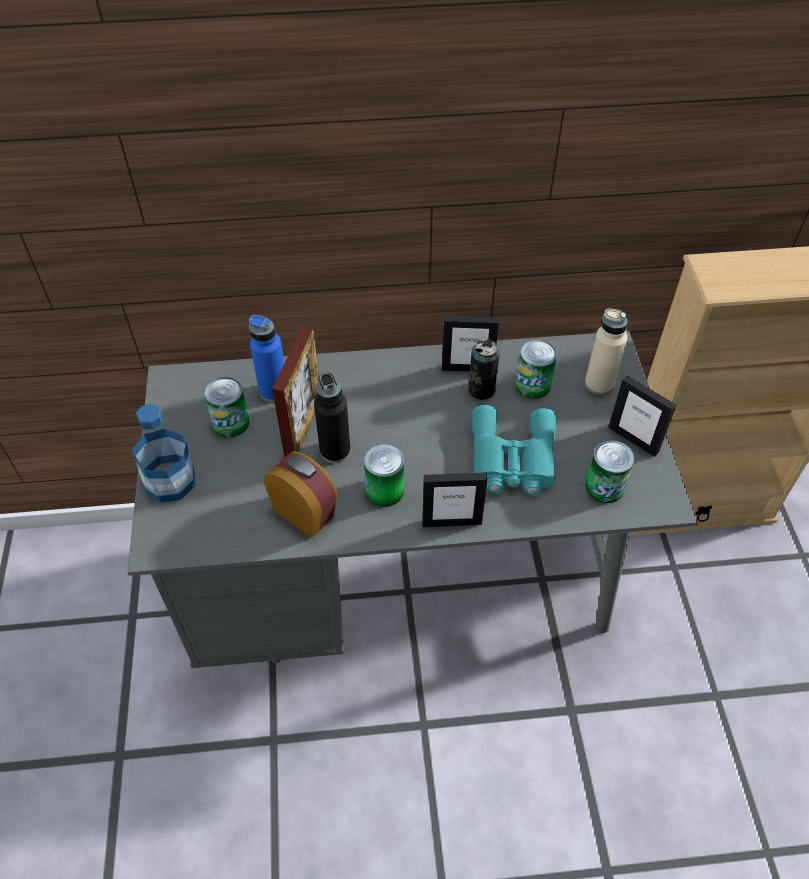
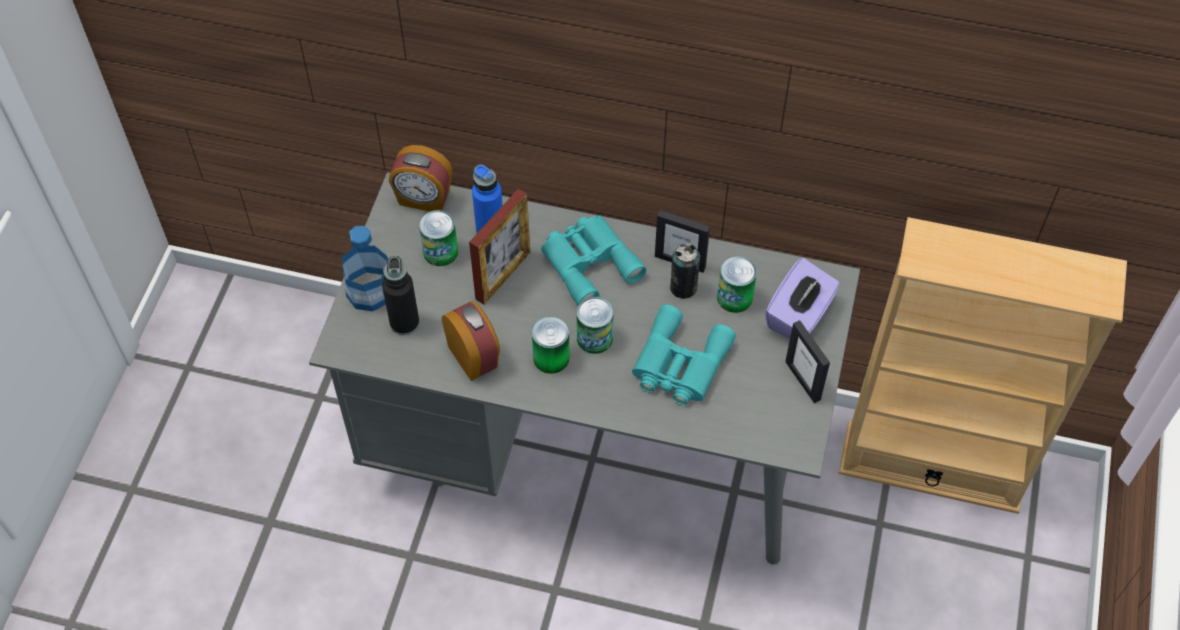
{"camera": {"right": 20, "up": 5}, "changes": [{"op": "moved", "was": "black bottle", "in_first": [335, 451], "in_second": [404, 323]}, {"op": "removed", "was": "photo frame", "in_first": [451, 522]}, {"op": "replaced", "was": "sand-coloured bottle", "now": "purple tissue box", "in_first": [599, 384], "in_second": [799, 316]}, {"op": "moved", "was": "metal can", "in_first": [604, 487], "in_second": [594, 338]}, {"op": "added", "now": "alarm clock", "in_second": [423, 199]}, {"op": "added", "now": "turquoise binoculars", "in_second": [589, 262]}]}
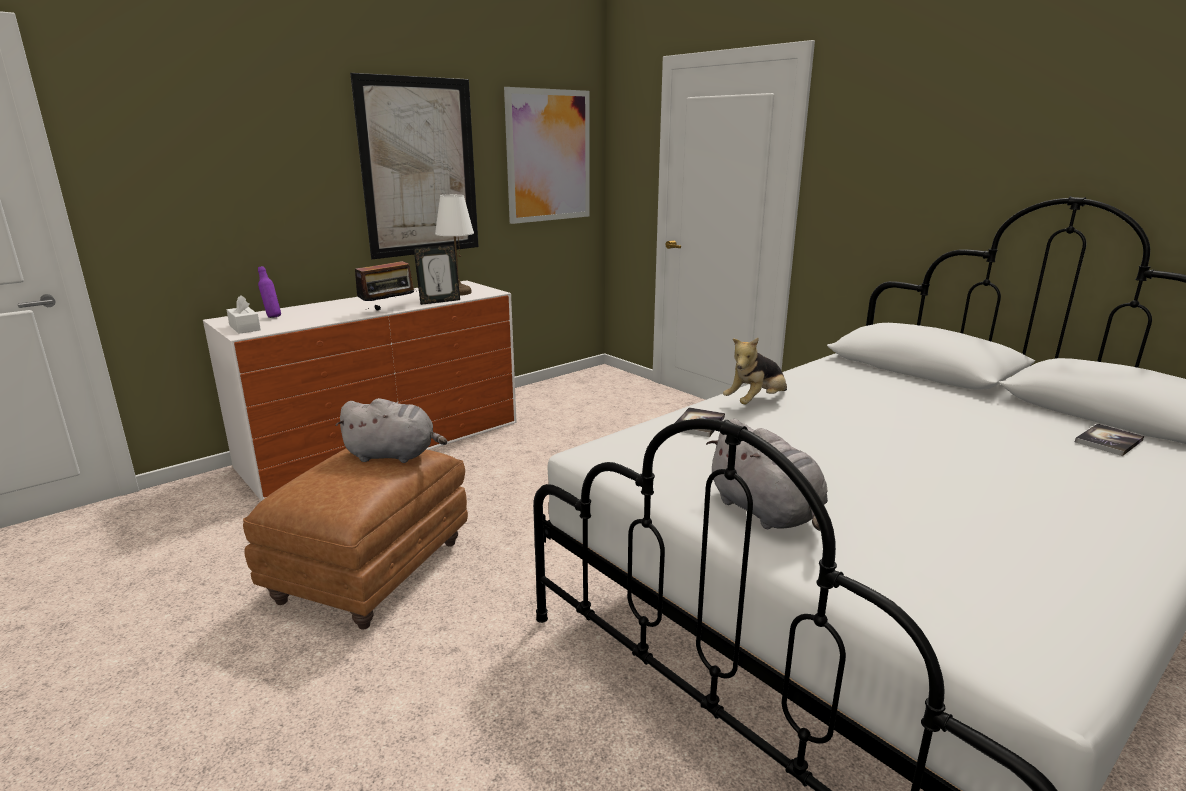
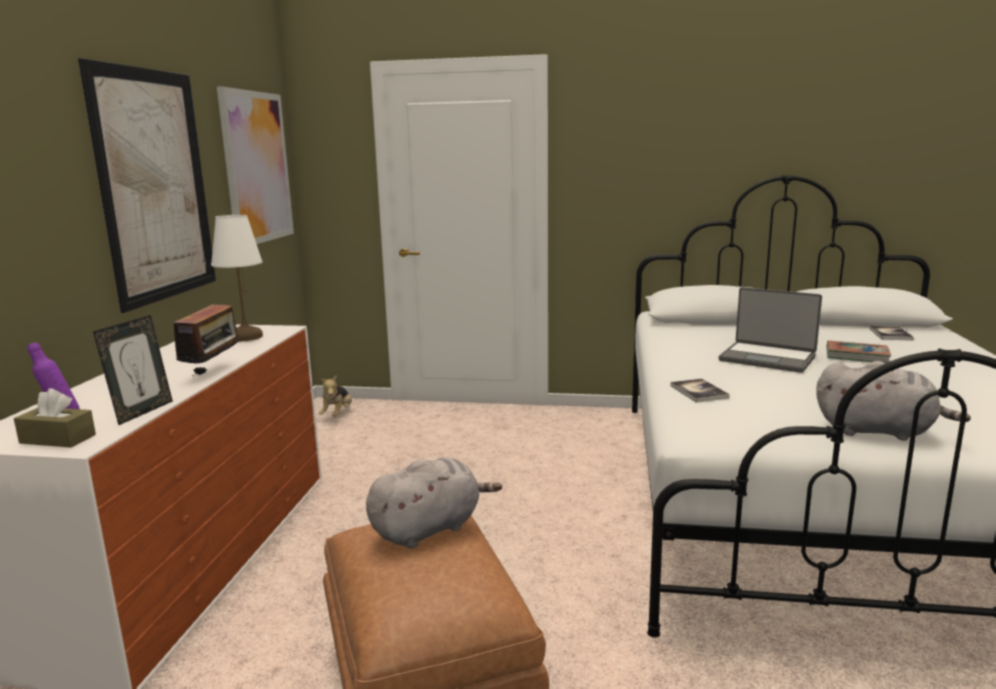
{"camera": {"right": -40, "up": -5}, "changes": [{"op": "recoloured", "was": "whitish tissue box", "now": "brownish tissue box", "in_first": [244, 328], "in_second": [58, 439]}, {"op": "moved", "was": "photo frame", "in_first": [439, 301], "in_second": [142, 412]}, {"op": "moved", "was": "cuddly toy", "in_first": [756, 402], "in_second": [337, 414]}, {"op": "added", "now": "laptop", "in_second": [767, 358]}, {"op": "added", "now": "volume", "in_second": [856, 356]}]}
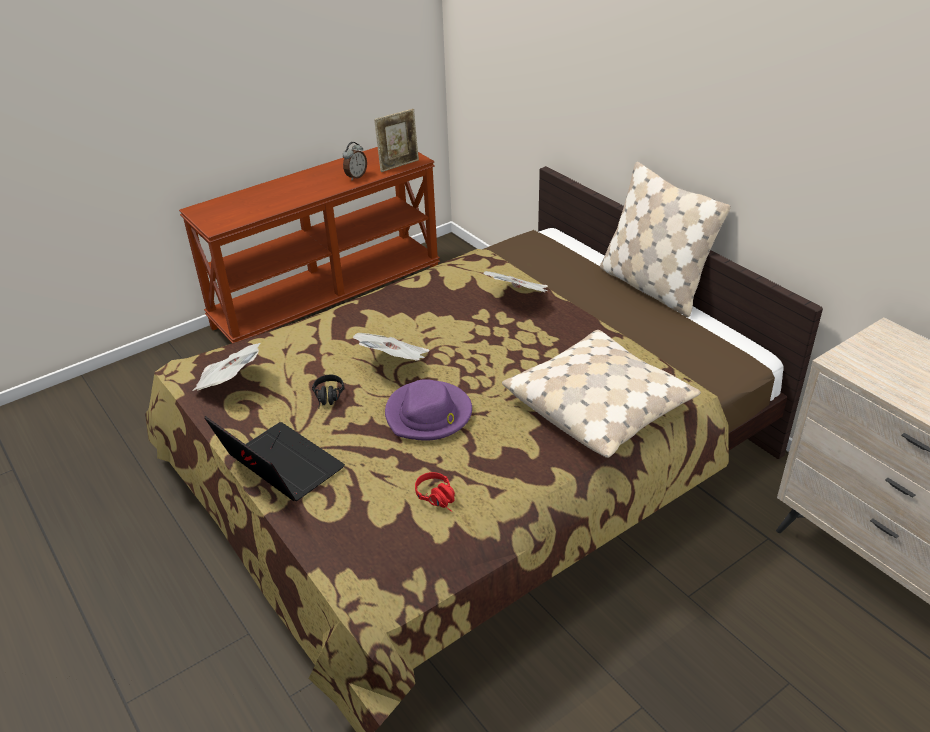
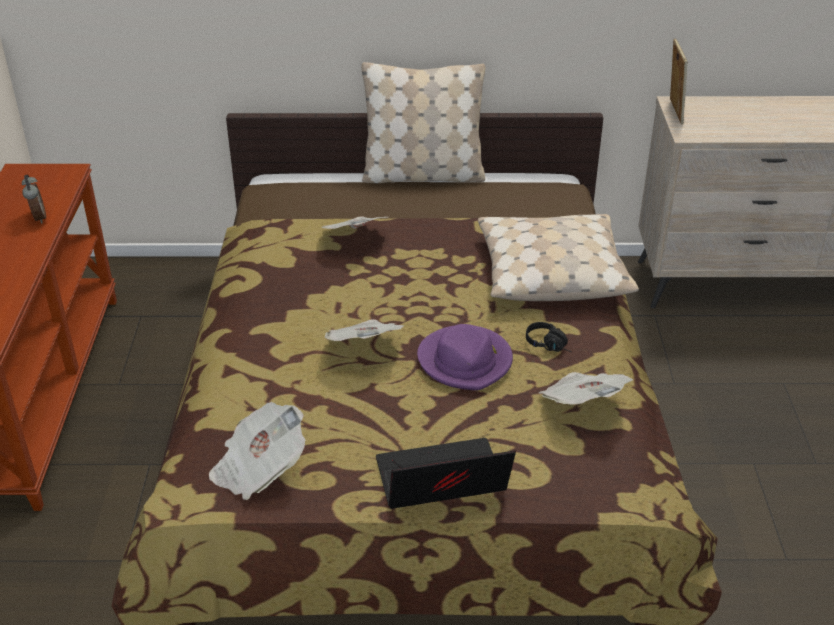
{"camera": {"right": -55, "up": 0}, "changes": [{"op": "moved", "was": "black headset", "in_first": [328, 399], "in_second": [550, 345]}, {"op": "moved", "was": "photo frame", "in_first": [399, 165], "in_second": [673, 111]}, {"op": "replaced", "was": "reddish headset", "now": "printed paper", "in_first": [439, 499], "in_second": [582, 404]}]}
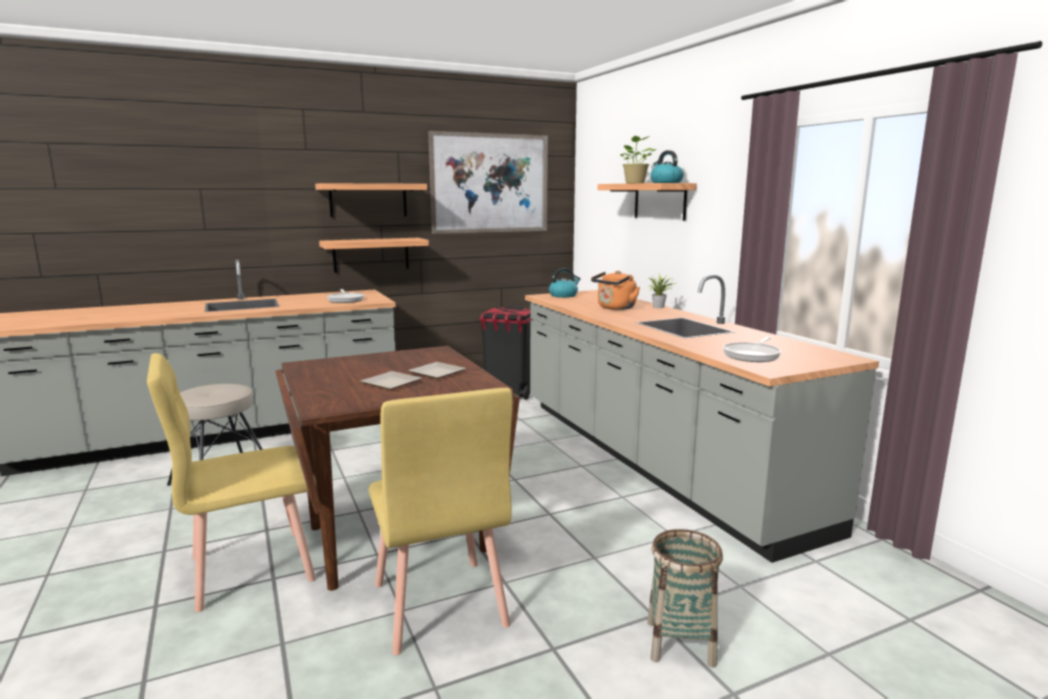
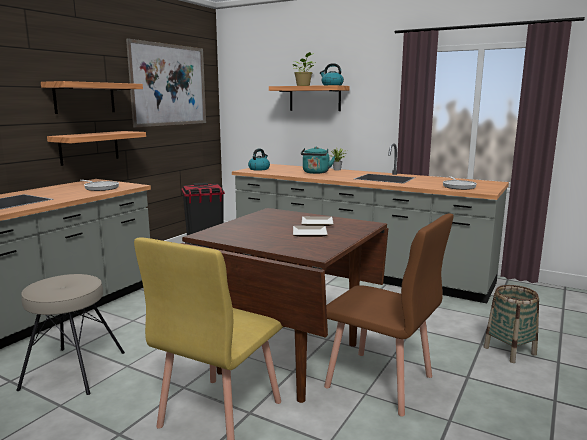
{"camera": {"right": -35, "up": 0}, "changes": [{"op": "recoloured", "was": "yellowish chair", "now": "brownish chair", "in_first": [438, 605], "in_second": [380, 382]}, {"op": "recoloured", "was": "orange water kettle", "now": "turquoise water kettle", "in_first": [615, 308], "in_second": [316, 173]}]}
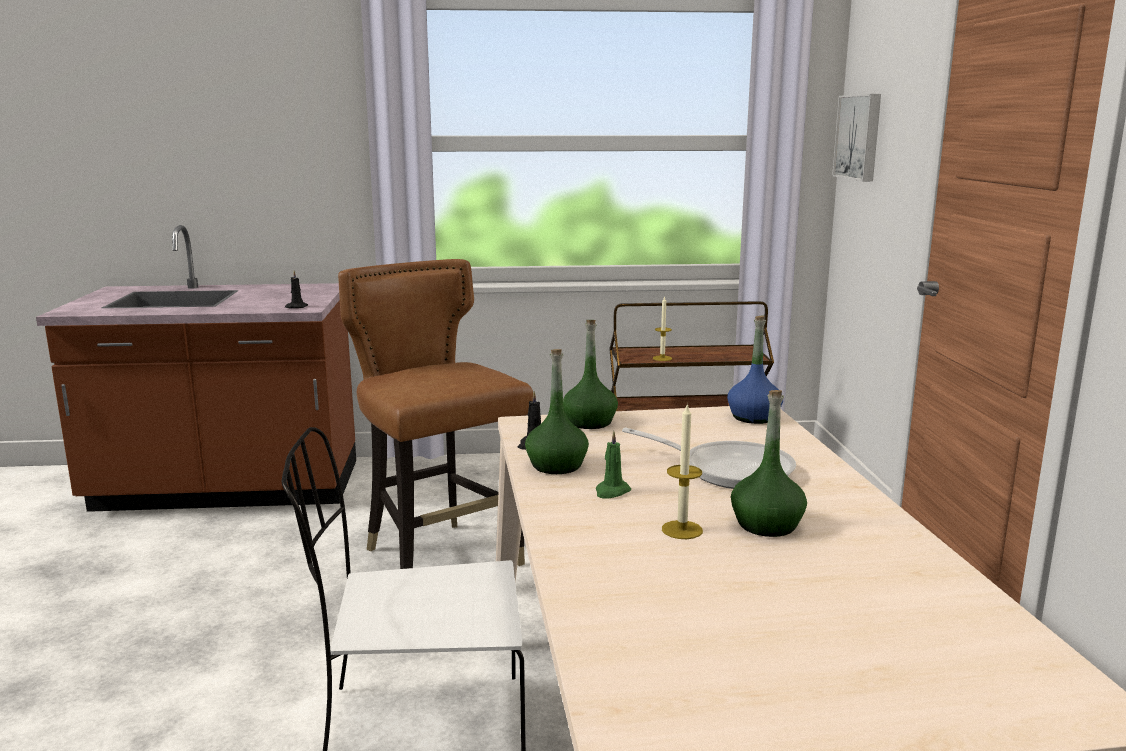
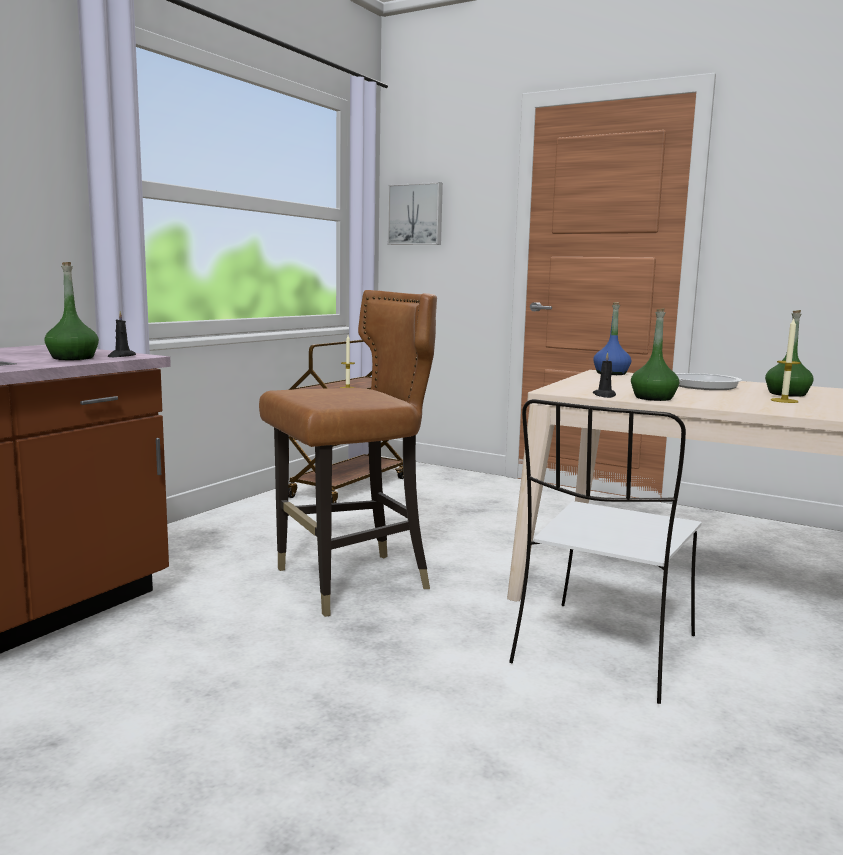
{"camera": {"right": -55, "up": -5}, "changes": [{"op": "turned", "was": "brownish chair", "in_first": [441, 560], "in_second": [350, 582], "clockwise": 150}, {"op": "moved", "was": "green bottle", "in_first": [589, 422], "in_second": [72, 358]}, {"op": "removed", "was": "green candle", "in_first": [611, 492]}]}
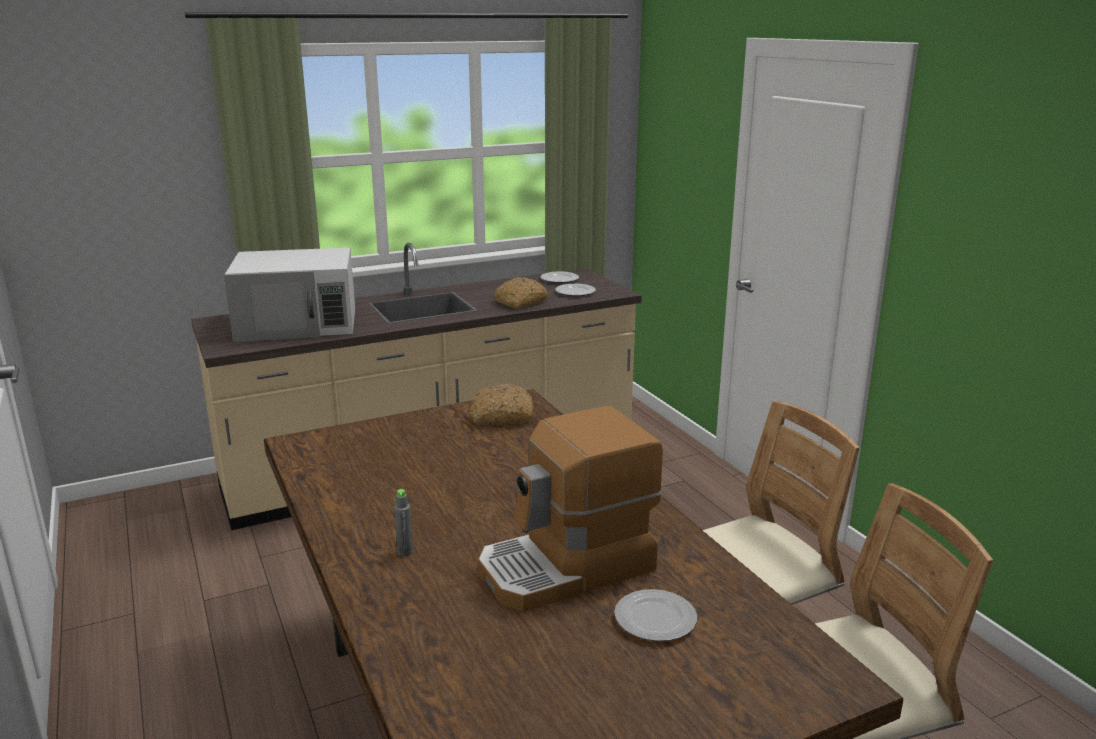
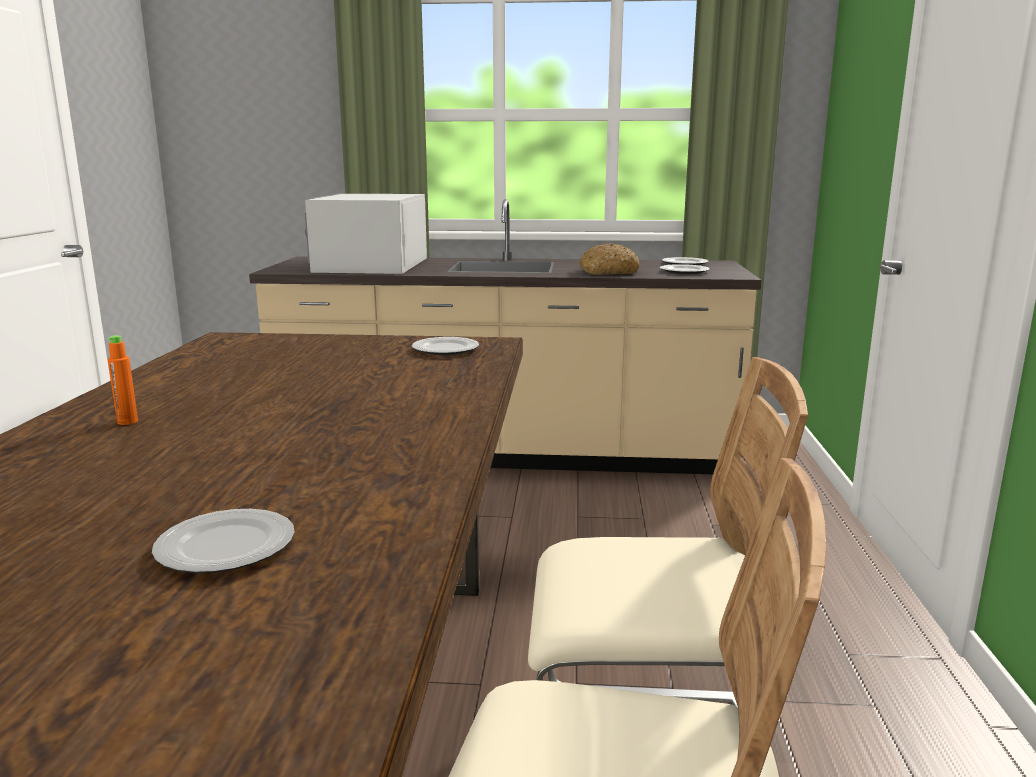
{"camera": {"right": 30, "up": -5}, "changes": [{"op": "turned", "was": "whitish microwave oven", "in_first": [298, 323], "in_second": [370, 265], "clockwise": 75}, {"op": "recoloured", "was": "grey bottle", "now": "orange bottle", "in_first": [405, 552], "in_second": [127, 421]}, {"op": "replaced", "was": "bakery bread", "now": "plate", "in_first": [501, 416], "in_second": [444, 349]}, {"op": "removed", "was": "coffee brewer", "in_first": [567, 568]}]}
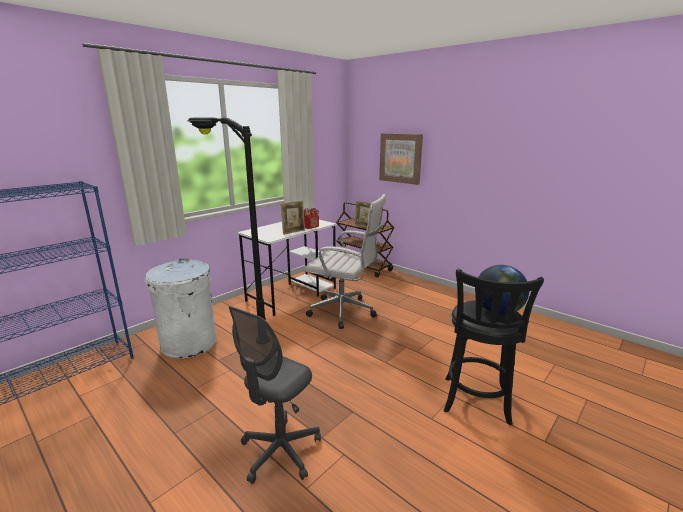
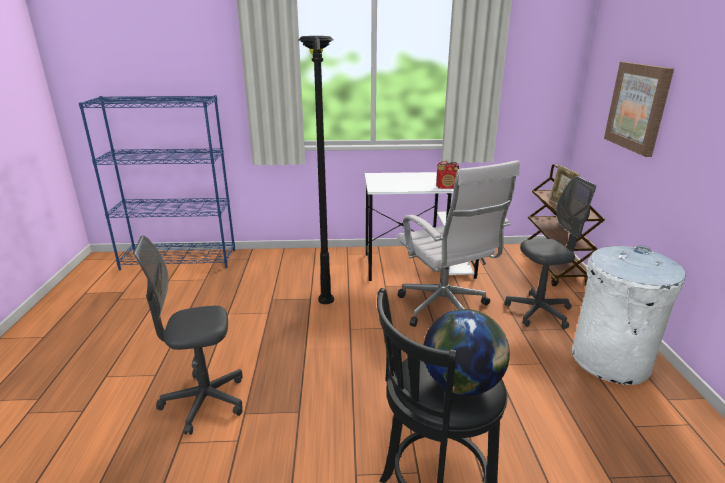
{"camera": {"right": 45, "up": 5}, "changes": [{"op": "moved", "was": "whitish rubbish bin", "in_first": [188, 344], "in_second": [609, 360]}, {"op": "removed", "was": "photo frame", "in_first": [293, 232]}, {"op": "added", "now": "grey computer chair", "in_second": [539, 312]}]}
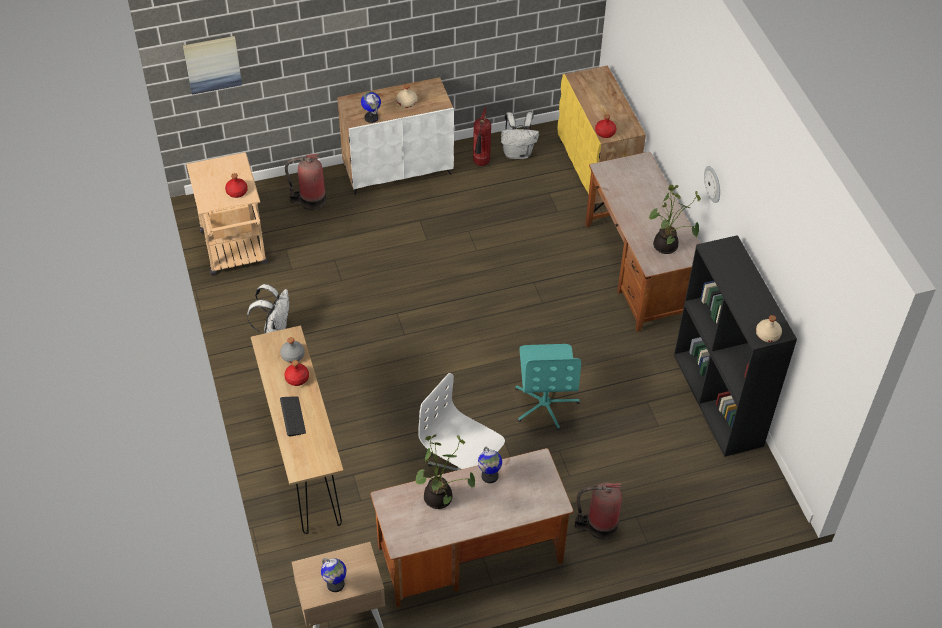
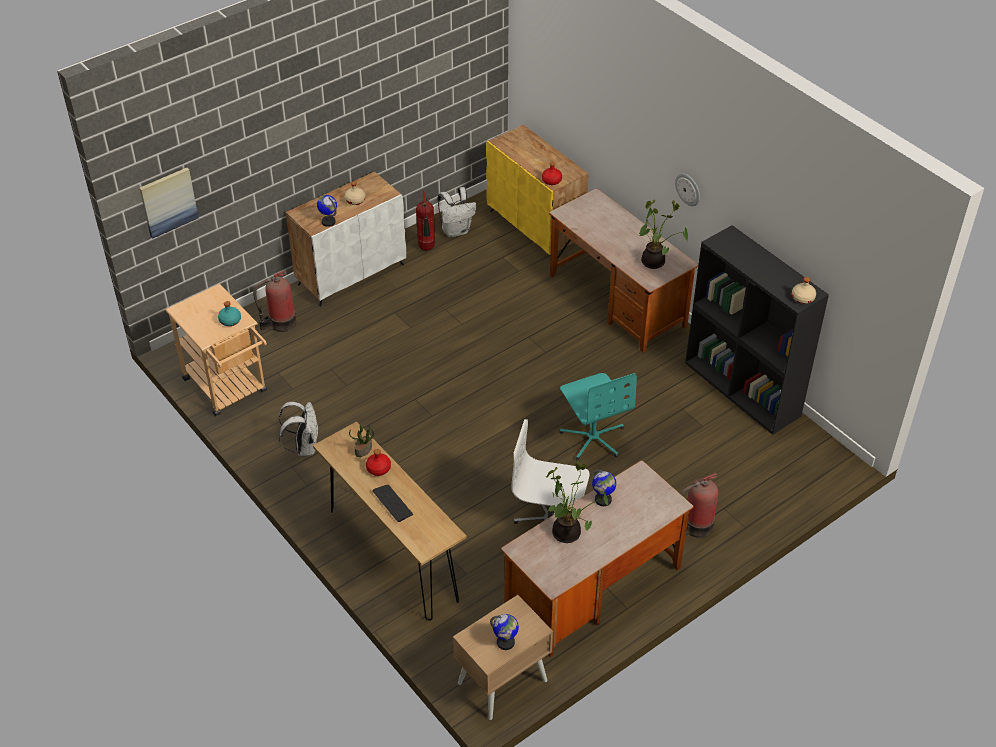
{"camera": {"right": -20, "up": -5}, "changes": [{"op": "recoloured", "was": "reddish bottle", "now": "turquoise bottle", "in_first": [237, 192], "in_second": [230, 321]}, {"op": "replaced", "was": "grey bottle", "now": "houseplant", "in_first": [292, 356], "in_second": [363, 450]}]}
